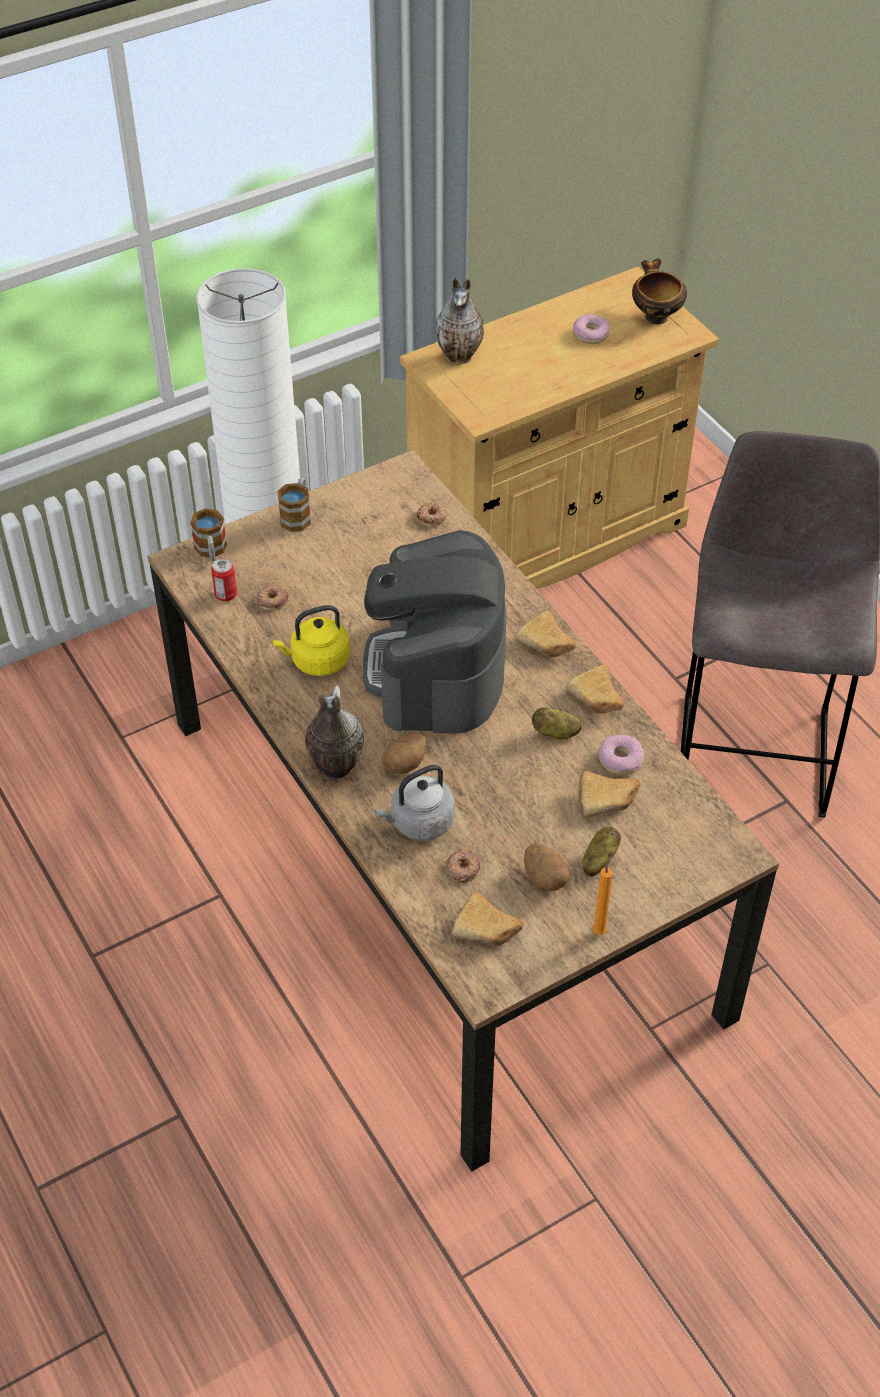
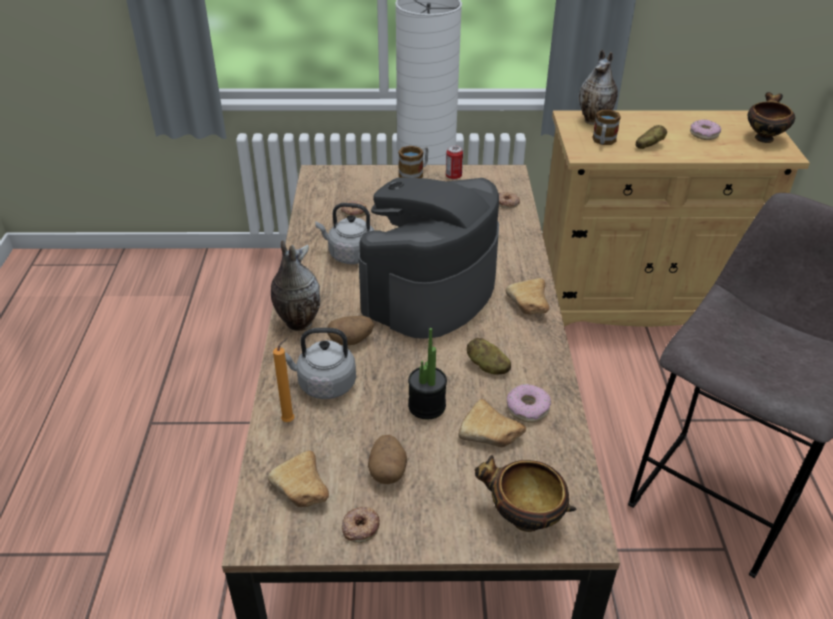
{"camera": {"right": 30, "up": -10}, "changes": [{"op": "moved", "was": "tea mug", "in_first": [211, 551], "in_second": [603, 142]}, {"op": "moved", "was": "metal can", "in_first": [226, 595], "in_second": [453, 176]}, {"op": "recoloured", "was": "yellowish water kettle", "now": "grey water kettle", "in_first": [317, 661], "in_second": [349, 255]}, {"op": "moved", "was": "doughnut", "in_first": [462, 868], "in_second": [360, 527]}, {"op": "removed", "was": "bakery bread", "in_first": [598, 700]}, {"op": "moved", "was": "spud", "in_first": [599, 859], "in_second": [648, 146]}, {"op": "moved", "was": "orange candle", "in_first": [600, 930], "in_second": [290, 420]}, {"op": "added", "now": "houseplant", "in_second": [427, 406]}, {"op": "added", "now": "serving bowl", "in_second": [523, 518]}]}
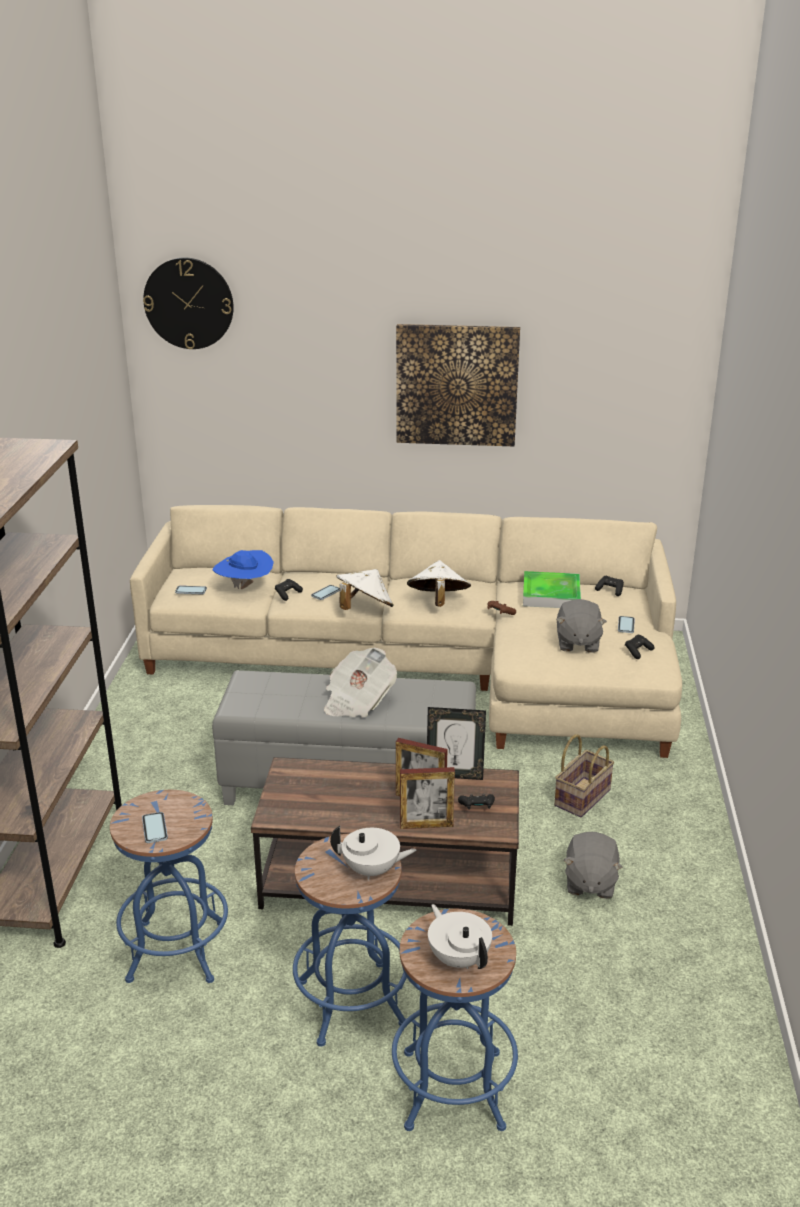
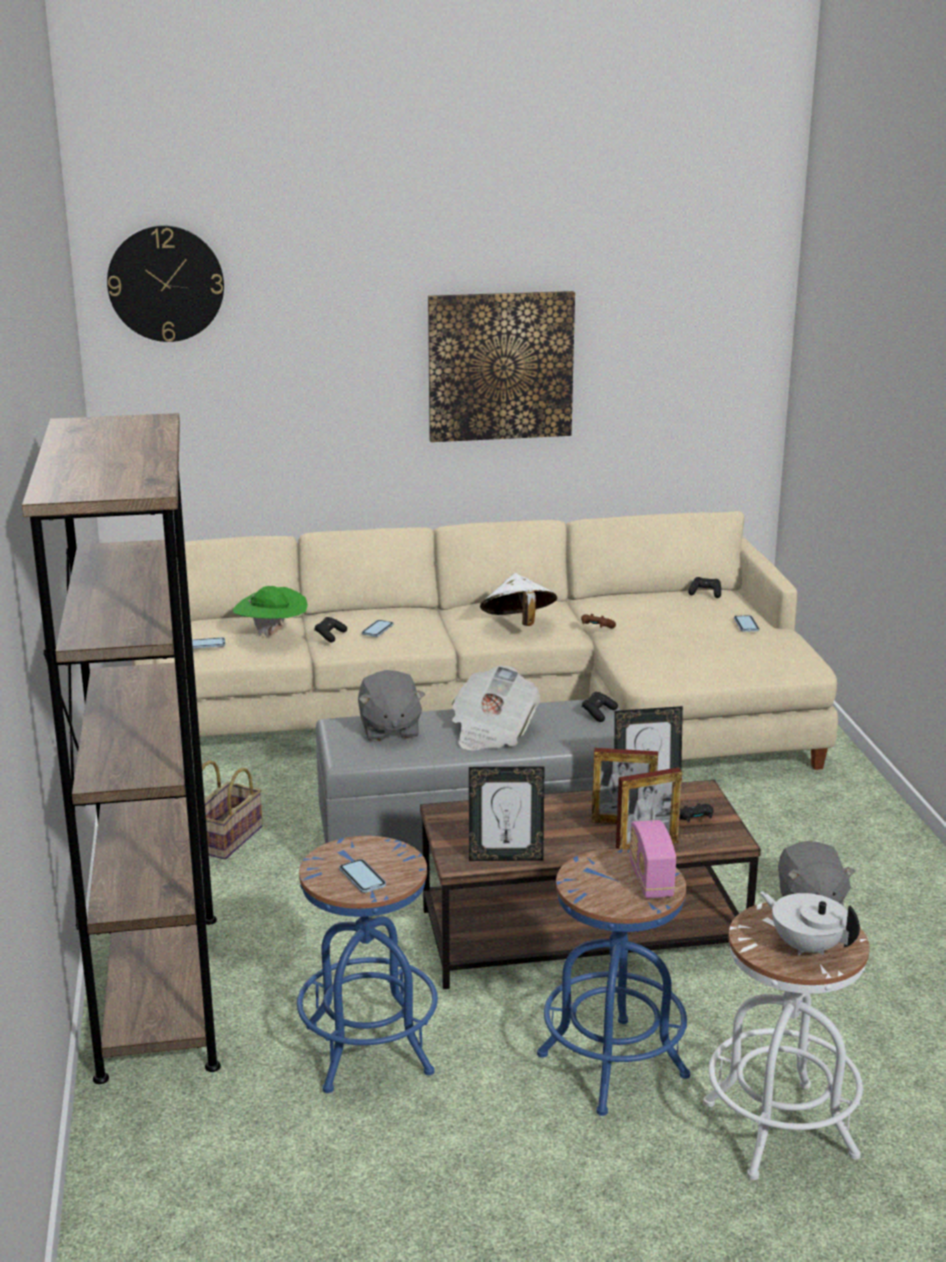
{"camera": {"right": -15, "up": -5}, "changes": [{"op": "recoloured", "was": "blue-coloured hat", "now": "green hat", "in_first": [245, 588], "in_second": [272, 634]}, {"op": "replaced", "was": "whitish pot for tea", "now": "radio", "in_first": [372, 870], "in_second": [650, 880]}, {"op": "removed", "was": "whitish hat", "in_first": [364, 609]}, {"op": "recoloured", "was": "blue-coloured sitting stool", "now": "whitish sitting stool", "in_first": [453, 1089], "in_second": [779, 1129]}, {"op": "removed", "was": "tray", "in_first": [551, 594]}, {"op": "moved", "was": "storage basket", "in_first": [582, 796], "in_second": [228, 838]}, {"op": "moved", "was": "grey cuddly toy", "in_first": [577, 643], "in_second": [389, 729]}, {"op": "moved", "was": "black joypad", "in_first": [637, 651], "in_second": [598, 713]}, {"op": "added", "now": "photo frame", "in_second": [506, 857]}]}
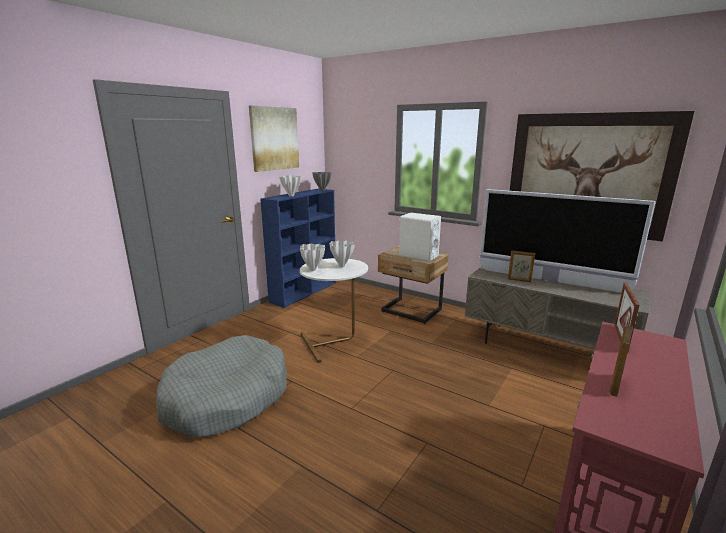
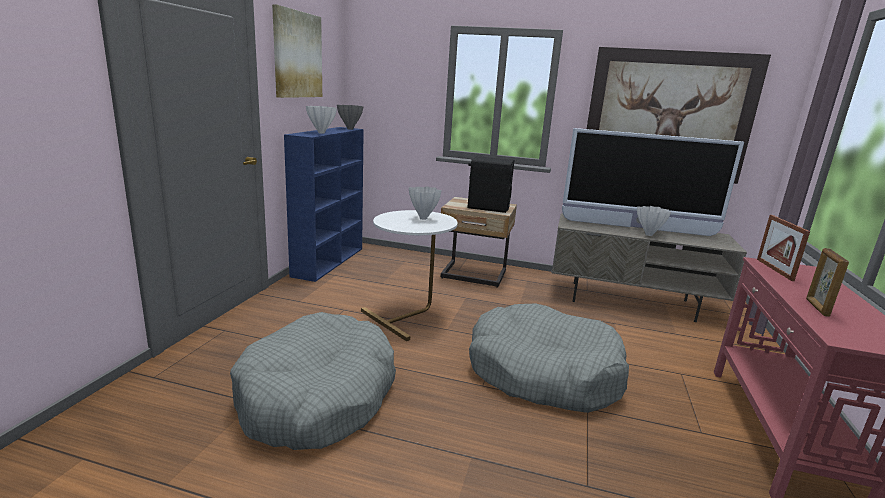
{"camera": {"right": -20, "up": 0}, "changes": [{"op": "moved", "was": "whitish flower vase", "in_first": [313, 270], "in_second": [649, 235]}, {"op": "recoloured", "was": "whitish loudspeaker", "now": "black loudspeaker", "in_first": [418, 256], "in_second": [488, 207]}, {"op": "removed", "was": "photo frame", "in_first": [519, 280]}, {"op": "added", "now": "grey pet bed", "in_second": [543, 372]}]}
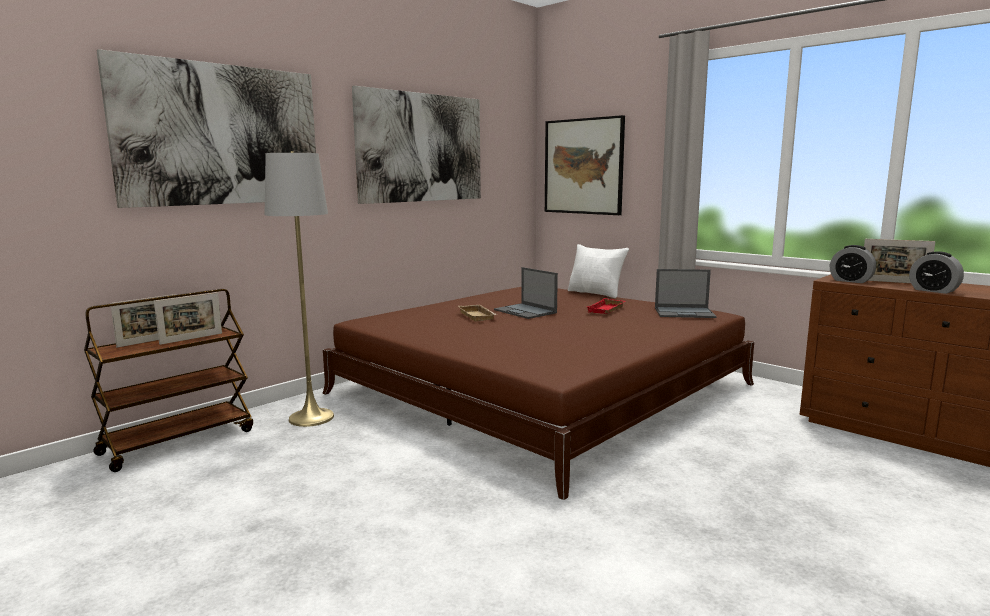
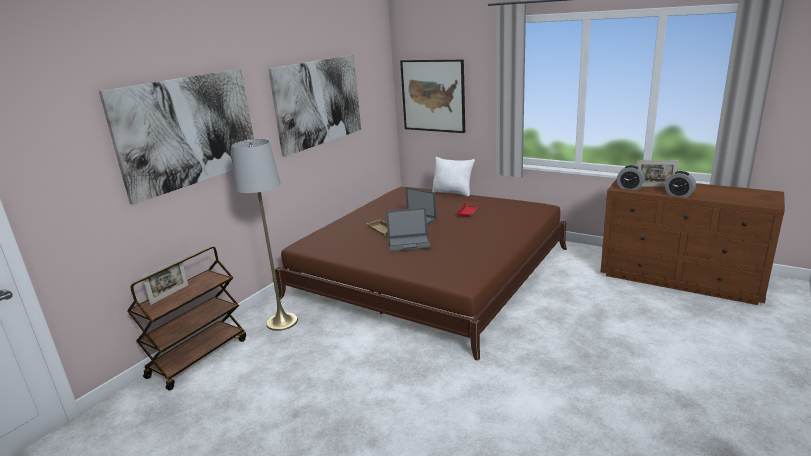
{"camera": {"right": -10, "up": 10}, "changes": [{"op": "removed", "was": "photo frame", "in_first": [191, 338]}, {"op": "moved", "was": "laptop", "in_first": [685, 313], "in_second": [409, 243]}]}
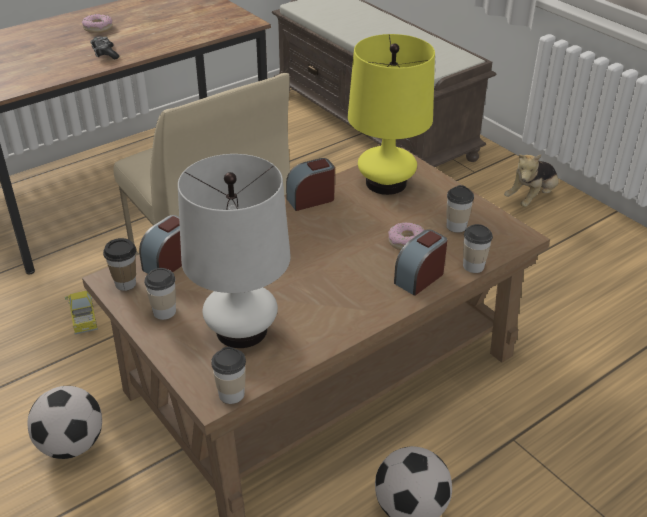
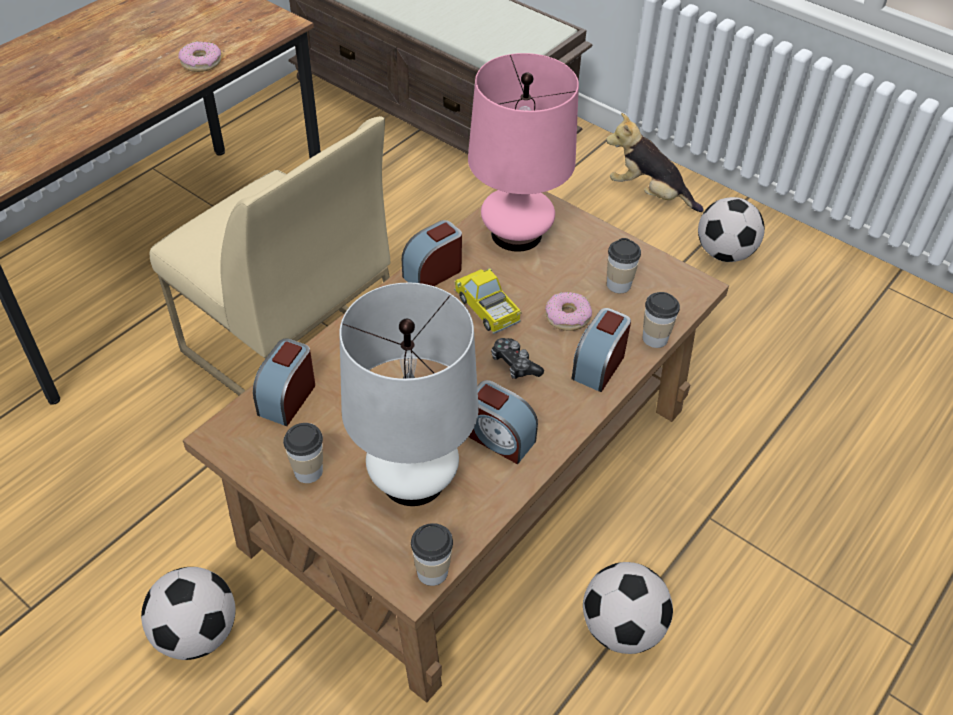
{"camera": {"right": -15, "up": 10}, "changes": [{"op": "moved", "was": "toy truck", "in_first": [84, 318], "in_second": [486, 309]}, {"op": "moved", "was": "doughnut", "in_first": [98, 28], "in_second": [201, 62]}, {"op": "moved", "was": "joypad", "in_first": [105, 54], "in_second": [514, 364]}, {"op": "removed", "was": "cup", "in_first": [126, 284]}, {"op": "recoloured", "was": "yellowish table lamp", "now": "pink table lamp", "in_first": [386, 183], "in_second": [516, 234]}, {"op": "turned", "was": "cuddly toy", "in_first": [531, 198], "in_second": [649, 194], "clockwise": 90}, {"op": "added", "now": "alarm clock", "in_second": [499, 438]}, {"op": "added", "now": "football ball", "in_second": [724, 253]}]}
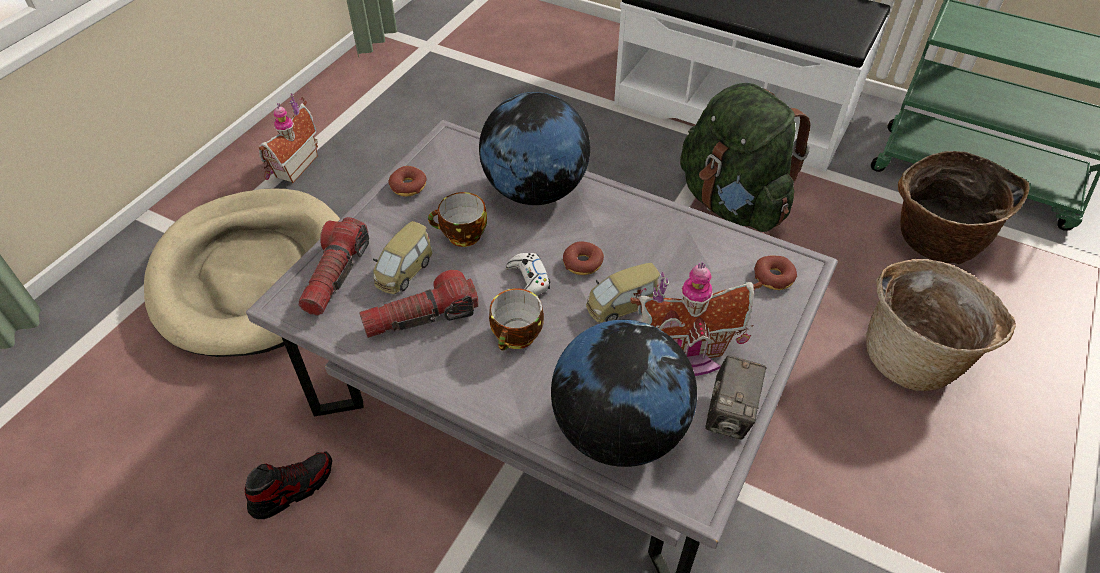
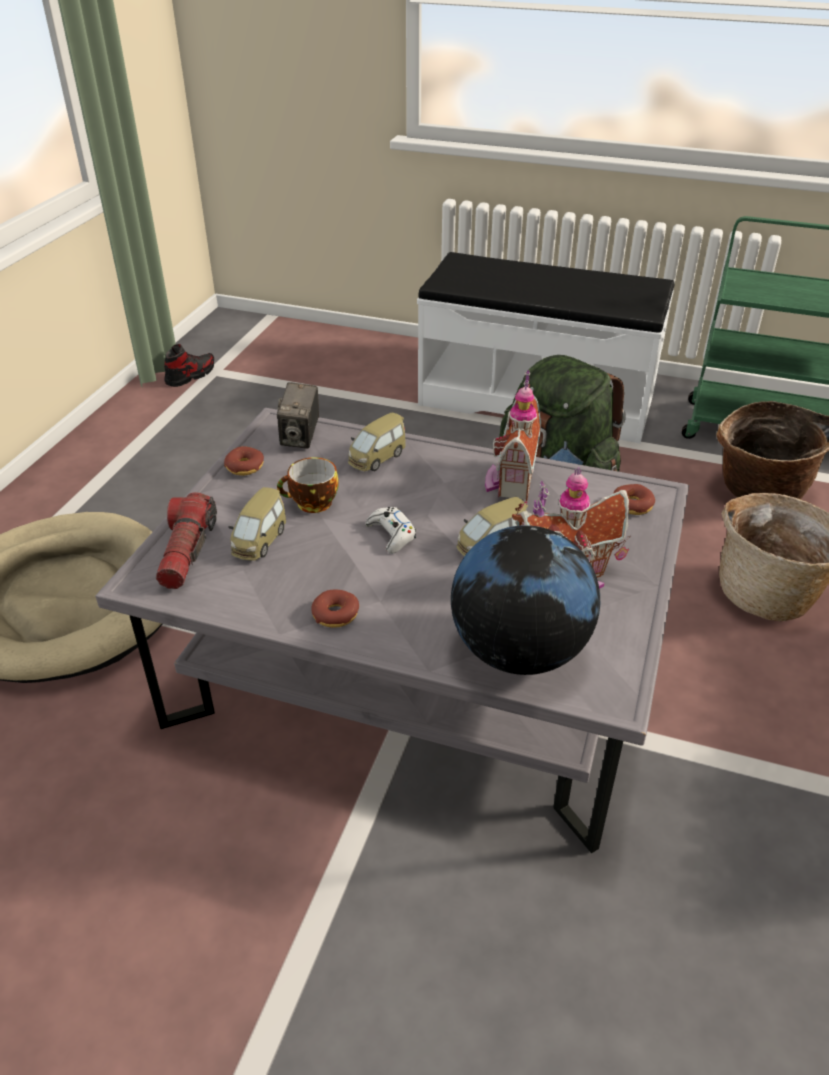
{"camera": {"right": -10, "up": -10}, "changes": [{"op": "moved", "was": "item of footwear", "in_first": [292, 489], "in_second": [190, 375]}, {"op": "moved", "was": "toy house", "in_first": [292, 166], "in_second": [509, 480]}, {"op": "removed", "was": "torch", "in_first": [421, 317]}, {"op": "replaced", "was": "desk globe", "now": "toy car", "in_first": [535, 190], "in_second": [377, 458]}, {"op": "removed", "was": "cup", "in_first": [517, 337]}, {"op": "moved", "was": "doughnut", "in_first": [582, 263], "in_second": [335, 614]}, {"op": "moved", "was": "still camera", "in_first": [729, 415], "in_second": [300, 437]}]}
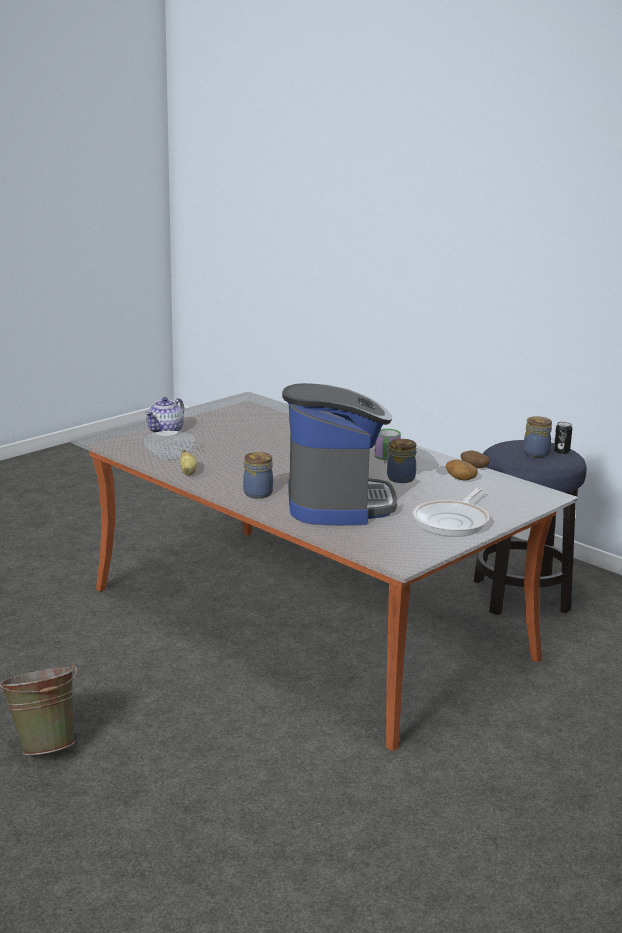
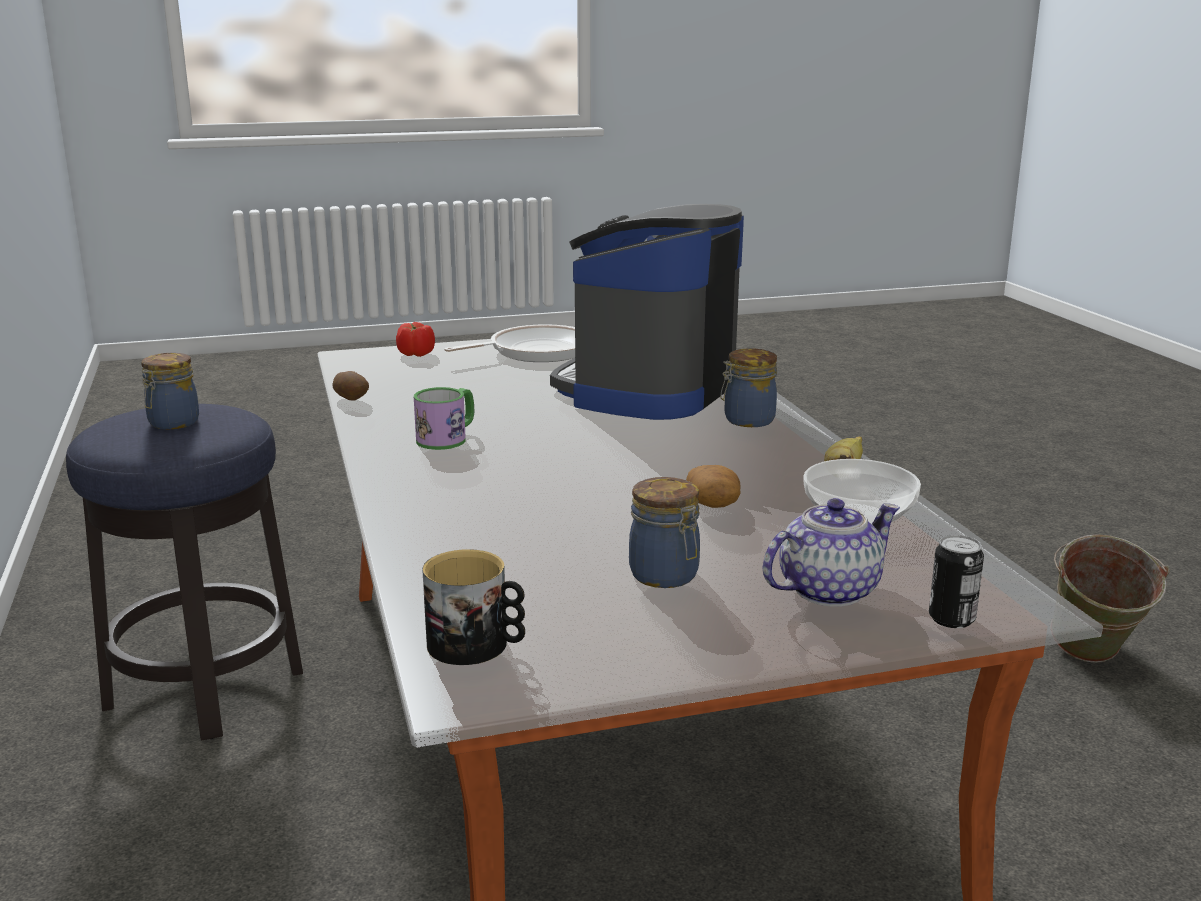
{"camera": {"right": -150, "up": 0}, "changes": [{"op": "moved", "was": "preserve jar", "in_first": [399, 478], "in_second": [666, 576]}, {"op": "moved", "was": "spud", "in_first": [460, 478], "in_second": [713, 505]}, {"op": "moved", "was": "metal can", "in_first": [561, 451], "in_second": [951, 619]}, {"op": "added", "now": "fresh tomato", "in_second": [416, 354]}, {"op": "added", "now": "tea mug", "in_second": [477, 645]}]}
